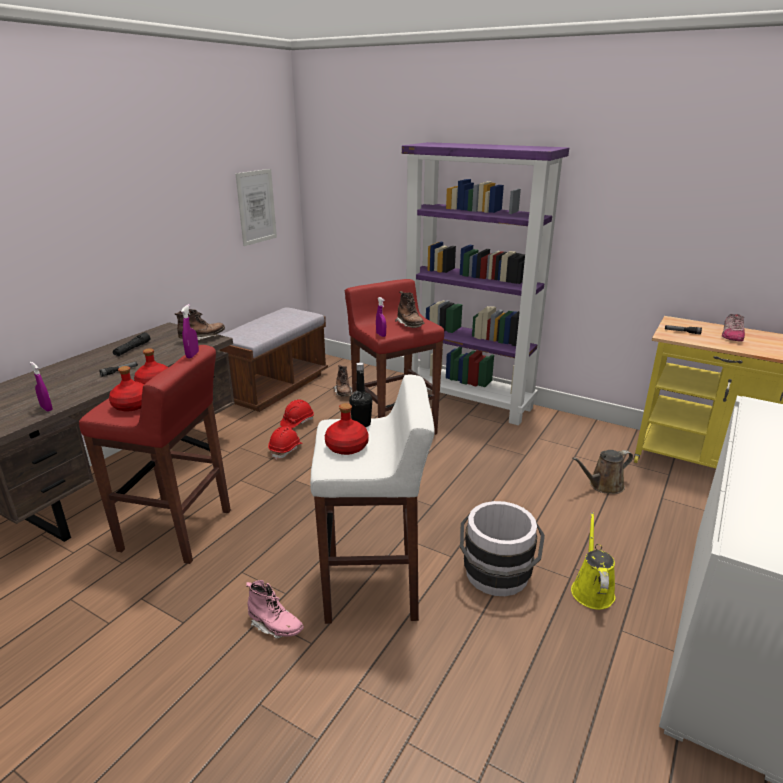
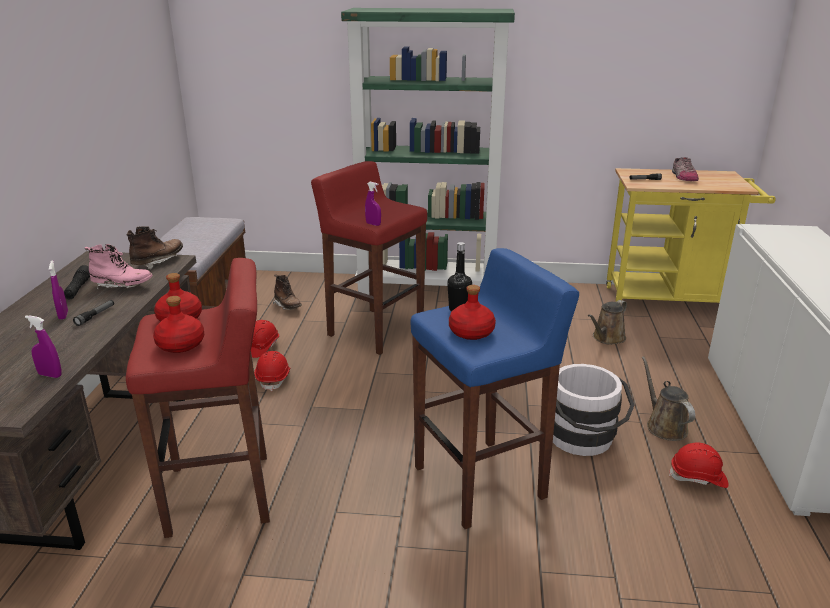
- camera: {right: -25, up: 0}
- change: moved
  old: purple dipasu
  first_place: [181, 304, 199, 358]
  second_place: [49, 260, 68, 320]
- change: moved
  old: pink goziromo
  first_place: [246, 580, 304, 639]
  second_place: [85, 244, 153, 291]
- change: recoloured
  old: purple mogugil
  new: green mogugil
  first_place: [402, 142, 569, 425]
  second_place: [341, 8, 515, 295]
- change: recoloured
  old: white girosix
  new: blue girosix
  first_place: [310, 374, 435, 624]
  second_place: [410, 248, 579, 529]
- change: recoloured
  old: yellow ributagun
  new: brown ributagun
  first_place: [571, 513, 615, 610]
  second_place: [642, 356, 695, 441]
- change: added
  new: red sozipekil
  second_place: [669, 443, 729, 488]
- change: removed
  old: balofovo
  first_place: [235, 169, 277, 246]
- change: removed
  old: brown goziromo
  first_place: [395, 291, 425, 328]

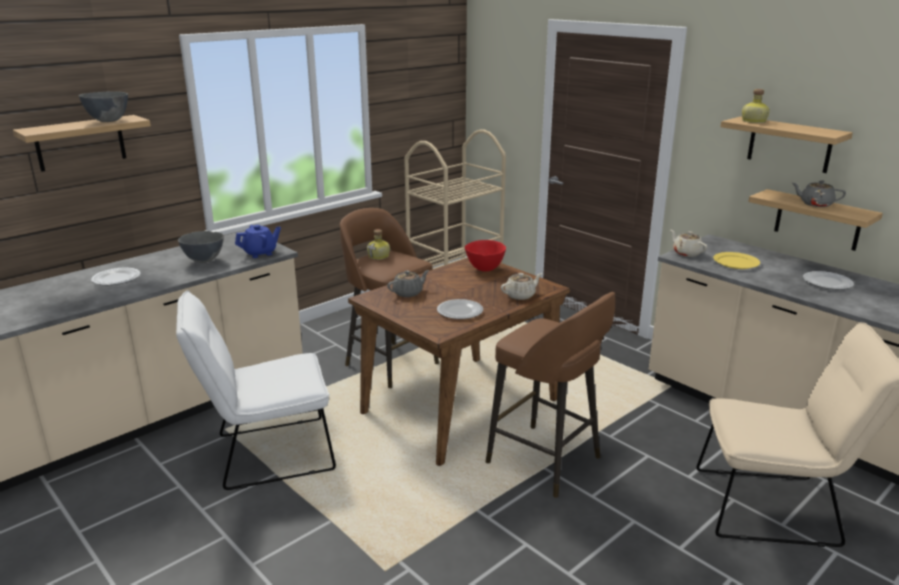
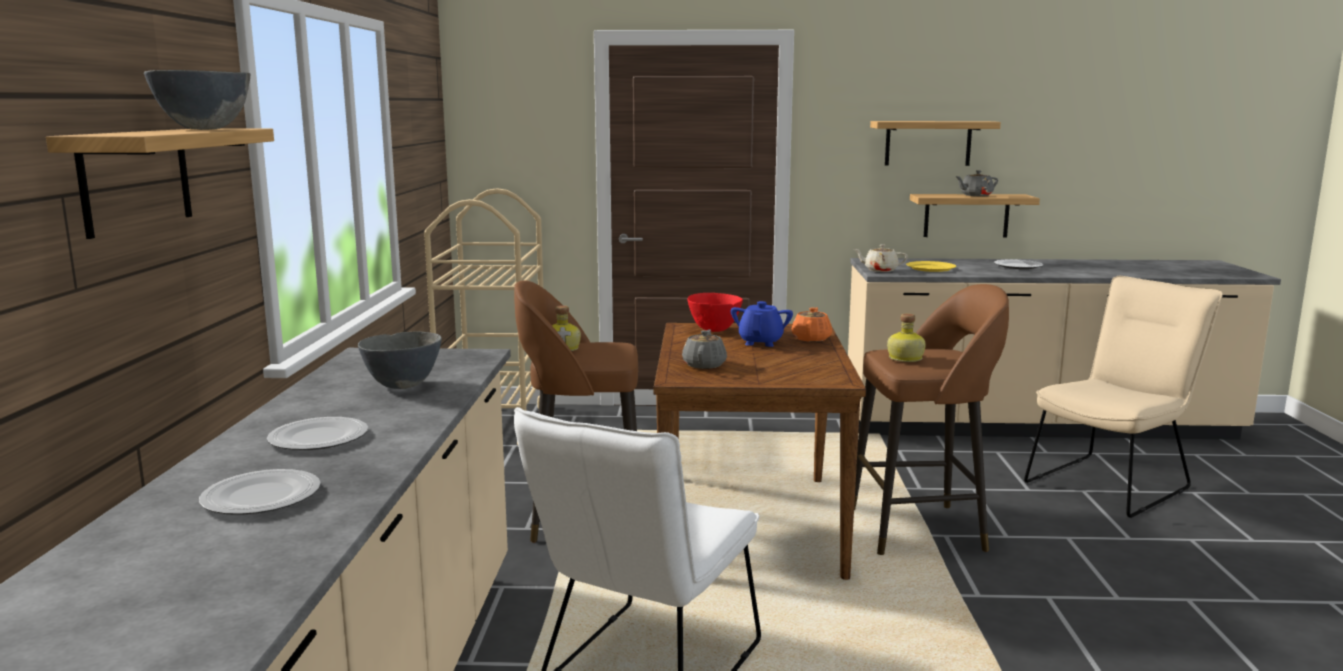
- camera: {right: -45, up: -10}
- change: moved
  old: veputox
  first_place: [437, 299, 483, 319]
  second_place: [199, 469, 321, 515]
- change: moved
  old: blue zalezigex
  first_place: [235, 225, 281, 258]
  second_place: [731, 301, 793, 347]
- change: recoloured
  old: beige zalezigex
  new: orange zalezigex
  first_place: [501, 273, 542, 300]
  second_place: [792, 307, 832, 342]
- change: moved
  old: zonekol
  first_place: [742, 89, 770, 123]
  second_place: [887, 313, 926, 362]

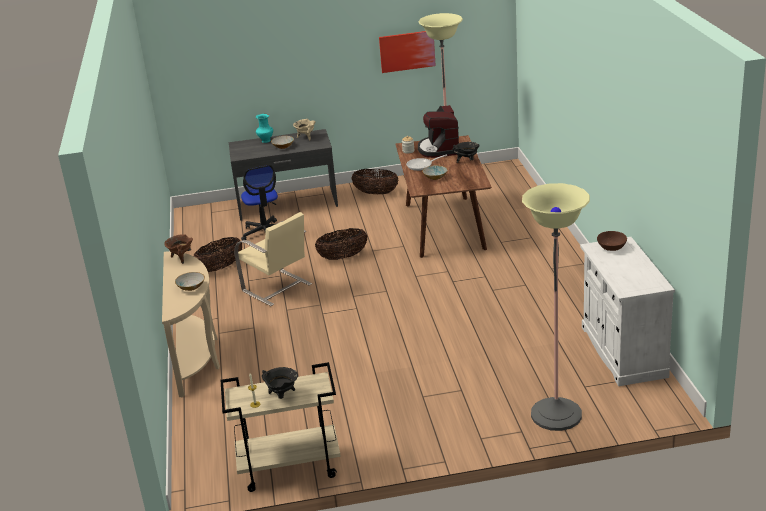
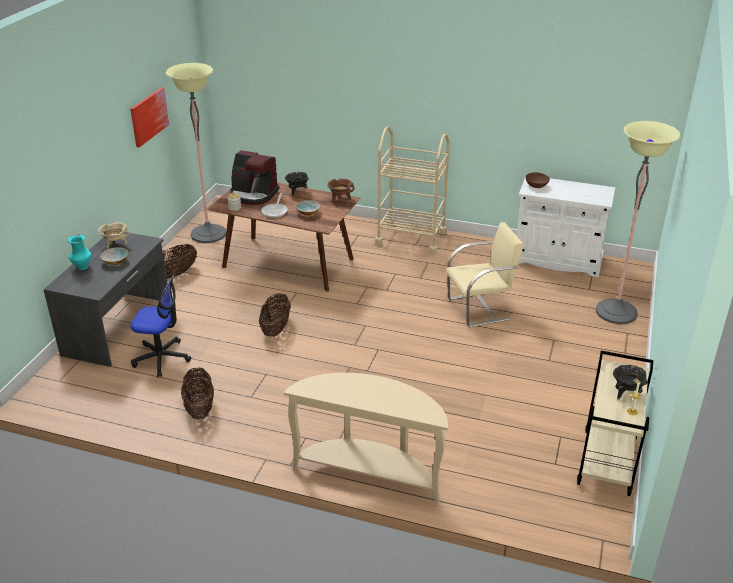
- camera: {right: -65, up: 5}
- change: moved
  old: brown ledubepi
  first_place: [164, 234, 193, 264]
  second_place: [327, 179, 355, 202]
- change: added
  new: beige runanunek
  second_place: [375, 126, 450, 254]
- change: moved
  old: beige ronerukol
  first_place: [234, 212, 312, 306]
  second_place: [446, 222, 524, 327]
- change: removed
  old: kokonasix
  first_place: [175, 272, 205, 291]

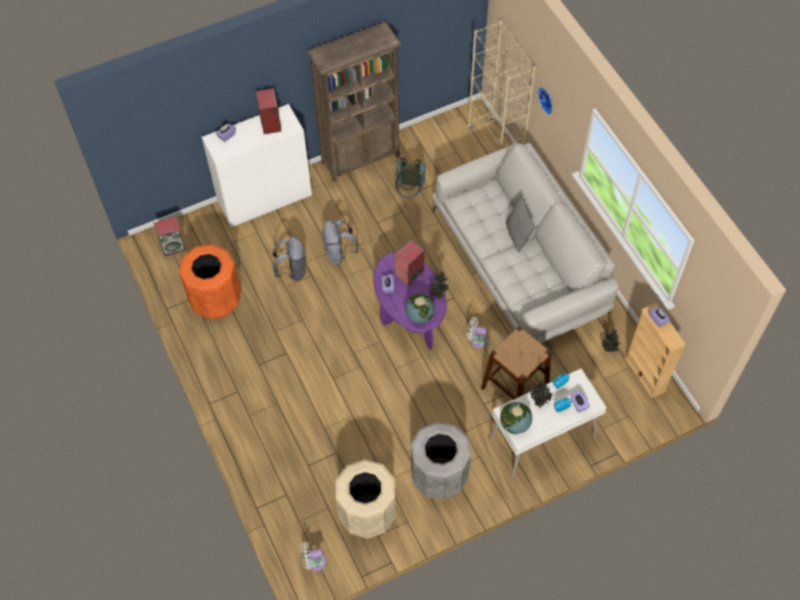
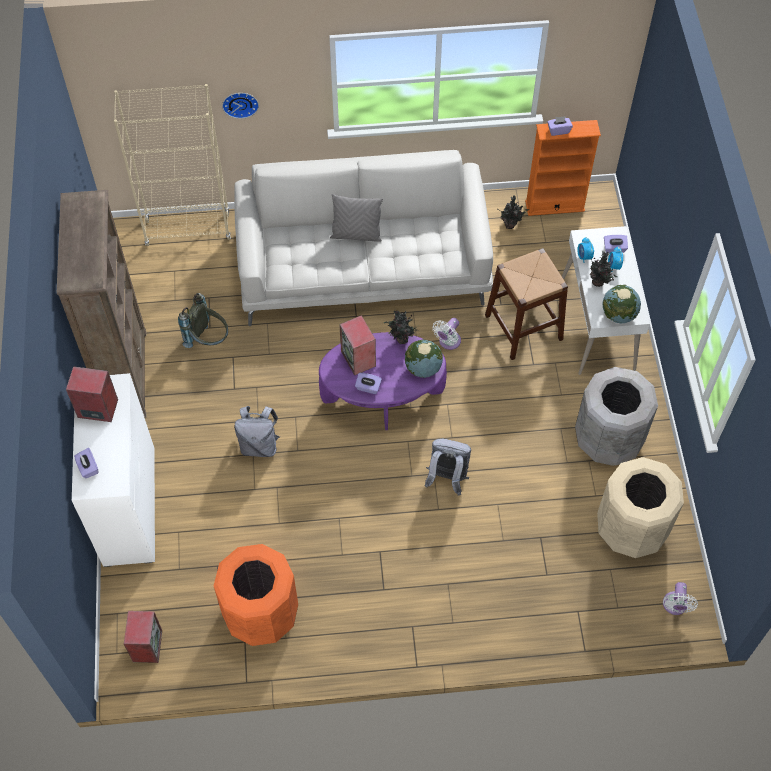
- camera: {right: -70, up: 0}
- change: moved
  old: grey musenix
  first_place: [272, 237, 306, 281]
  second_place: [424, 439, 471, 496]
- change: recoloured
  old: beige mogugil
  new: orange mogugil
  first_place: [625, 302, 686, 398]
  second_place: [525, 120, 601, 216]

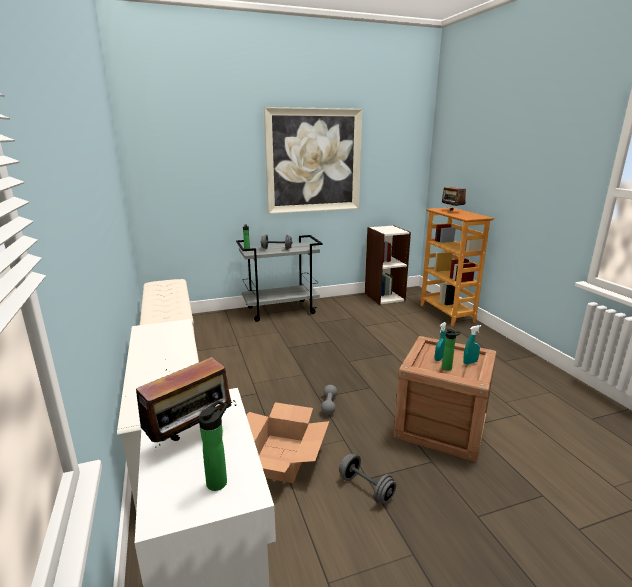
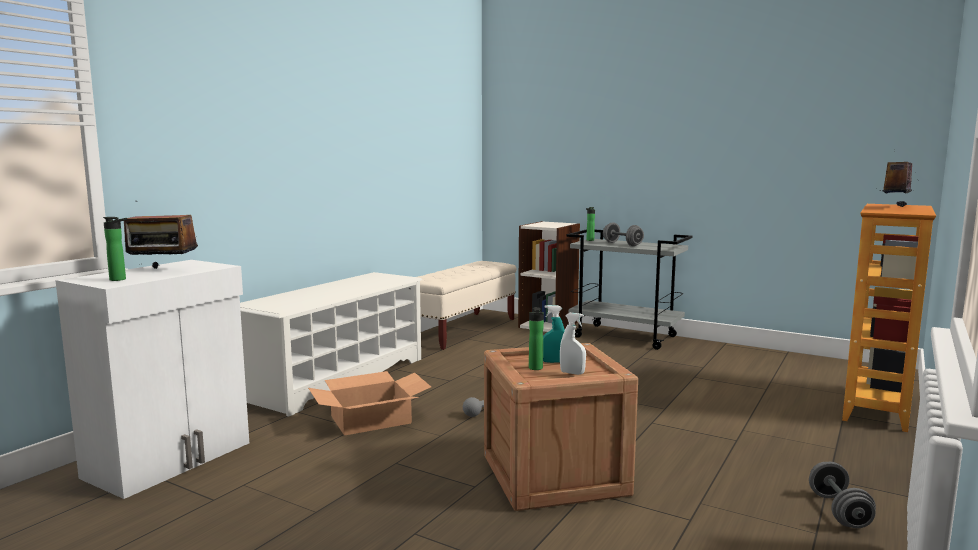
- camera: {right: 50, up: -10}
- change: moved
  old: mogugil
  first_place: [365, 225, 411, 305]
  second_place: [518, 221, 580, 332]
- change: recoloured
  old: turquoise dipasu
  new: white dipasu
  first_place: [463, 325, 481, 364]
  second_place: [560, 313, 586, 375]
- change: moved
  old: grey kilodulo
  first_place: [339, 454, 396, 504]
  second_place: [809, 462, 876, 528]
- change: removed
  old: balofovo
  first_place: [264, 107, 362, 214]

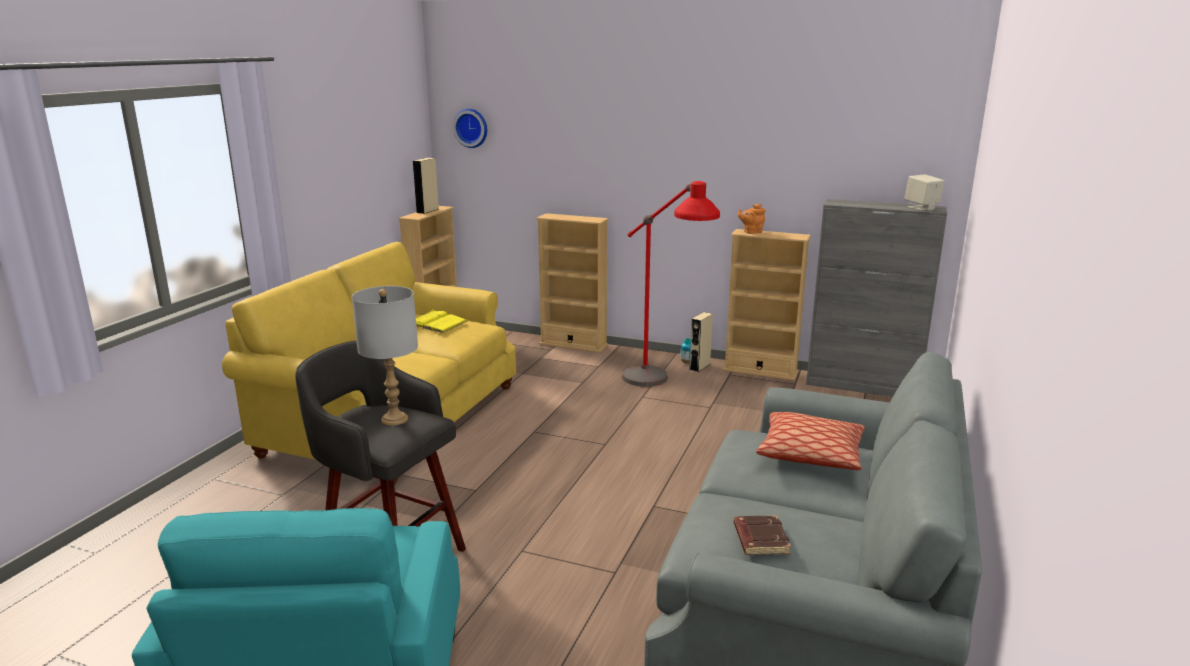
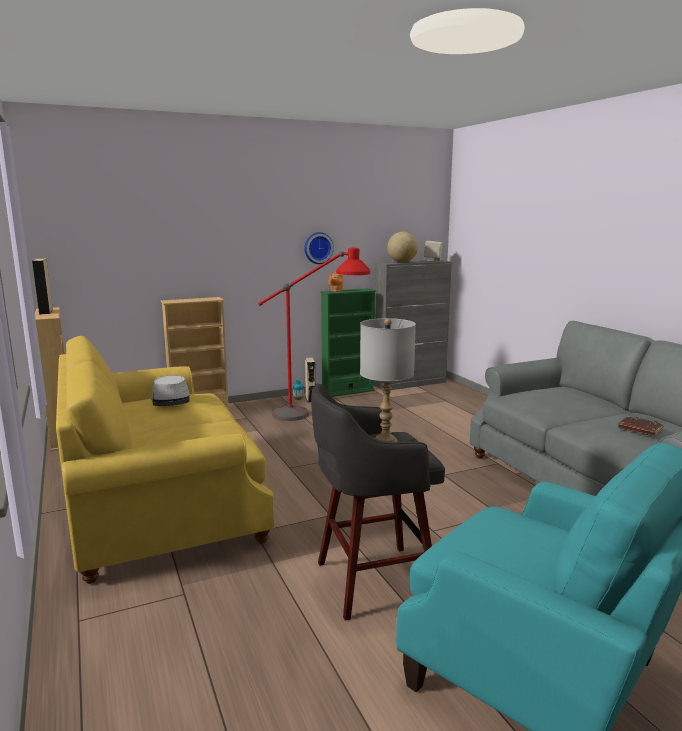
- camera: {right: -45, up: -5}
- change: replaced
  old: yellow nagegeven
  new: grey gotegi
  first_place: [416, 310, 467, 333]
  second_place: [151, 376, 190, 406]
- change: moved
  old: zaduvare
  first_place: [453, 108, 487, 148]
  second_place: [304, 232, 334, 264]
- change: recoloured
  old: beige mogugil
  new: green mogugil
  first_place: [723, 229, 811, 381]
  second_place: [320, 288, 376, 397]
- change: added
  new: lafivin
  second_place: [387, 232, 418, 263]
- change: removed
  old: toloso
  first_place: [756, 412, 865, 470]

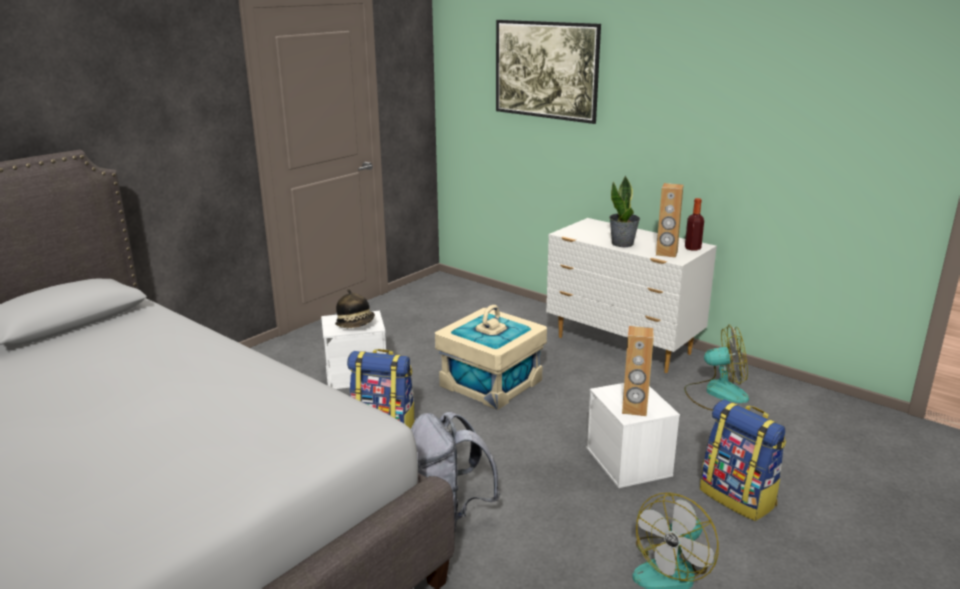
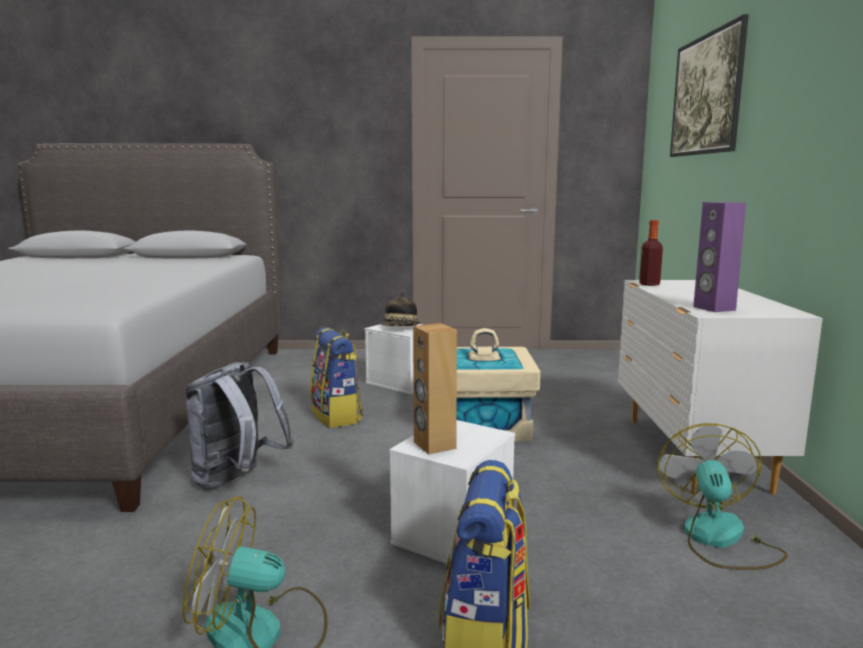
- camera: {right: 50, up: -10}
- change: moved
  old: zonekol
  first_place: [685, 198, 704, 251]
  second_place: [639, 220, 663, 286]
- change: turned
  old: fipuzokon
  first_place: [684, 325, 749, 411]
  second_place: [657, 423, 788, 570]
  degrees: -135
- change: recoloured
  old: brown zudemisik
  new: purple zudemisik
  first_place: [656, 183, 683, 258]
  second_place: [693, 202, 746, 312]
- change: removed
  old: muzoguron
  first_place: [609, 175, 640, 247]

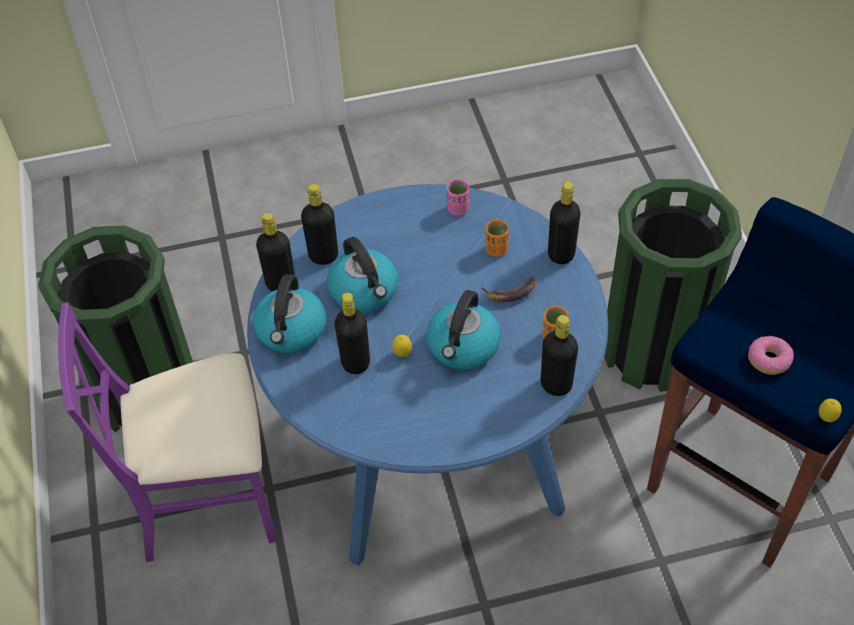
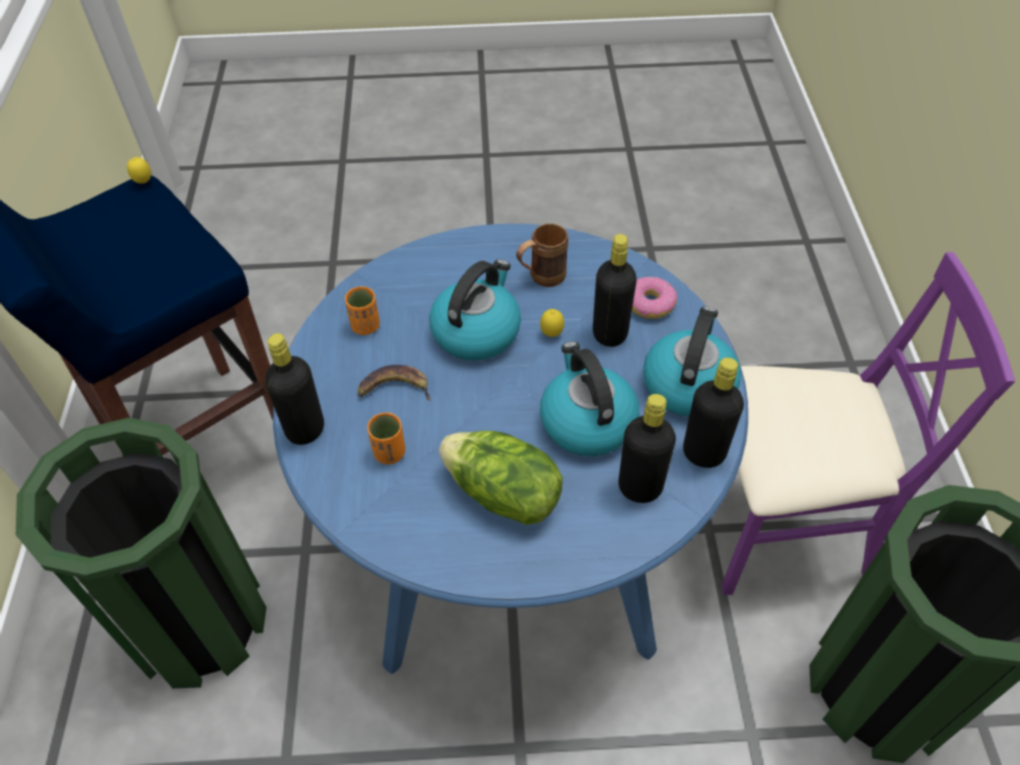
- camera: {right: -170, up: 0}
- change: added
  new: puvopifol
  second_place: [439, 431, 563, 525]
- change: added
  new: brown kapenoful
  second_place: [516, 223, 568, 287]
- change: moved
  old: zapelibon
  first_place: [748, 336, 794, 375]
  second_place: [632, 276, 677, 319]
- change: removed
  old: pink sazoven
  first_place: [447, 179, 469, 216]
- change: removed
  old: black zonekol
  first_place: [541, 315, 578, 396]

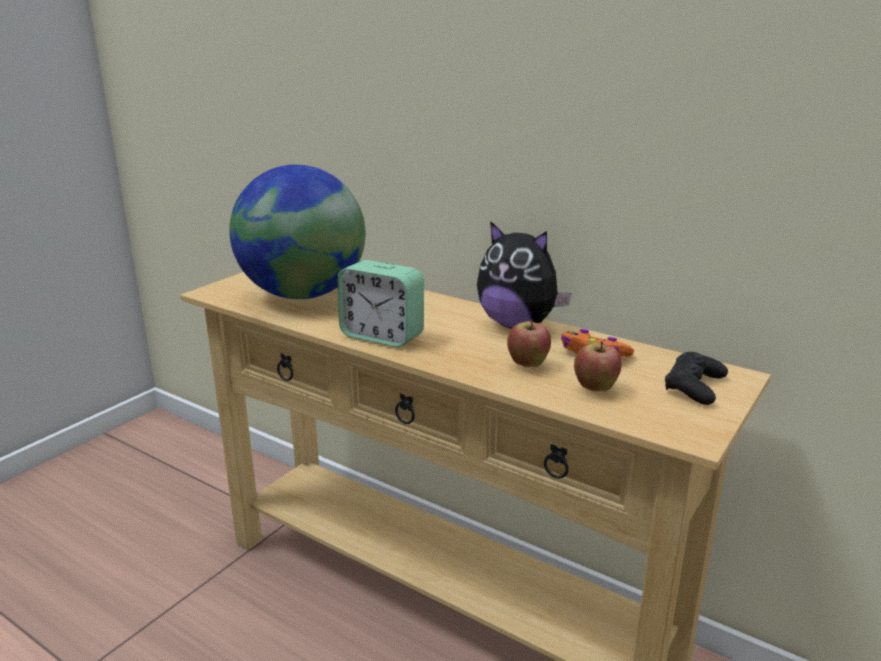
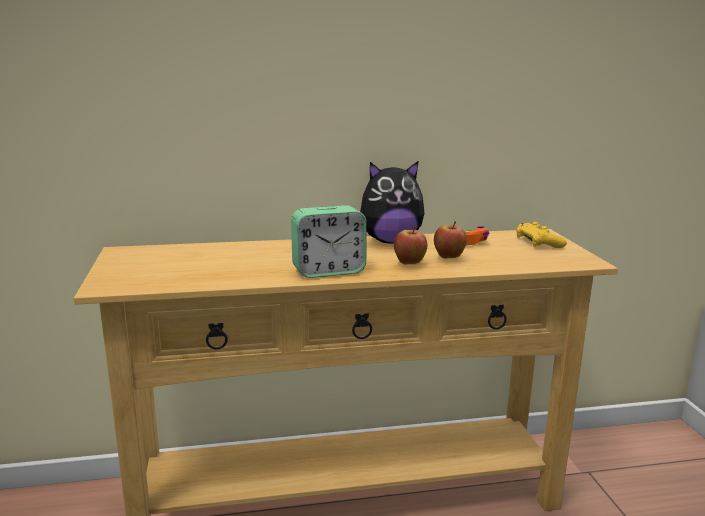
- camera: {right: -45, up: -5}
- change: moved
  old: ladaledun
  first_place: [574, 341, 622, 392]
  second_place: [394, 226, 427, 265]
- change: recoloured
  old: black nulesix
  new: yellow nulesix
  first_place: [665, 352, 728, 405]
  second_place: [516, 222, 567, 248]
- change: removed
  old: lafivin
  first_place: [229, 165, 365, 299]

